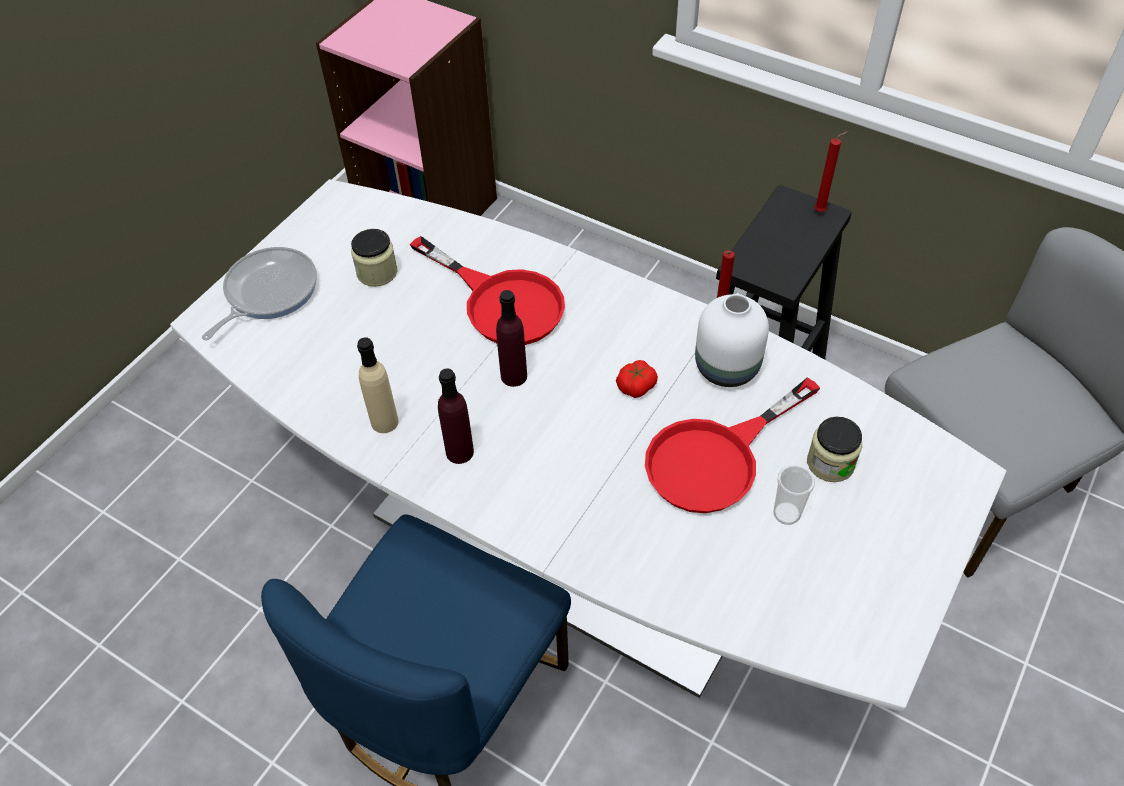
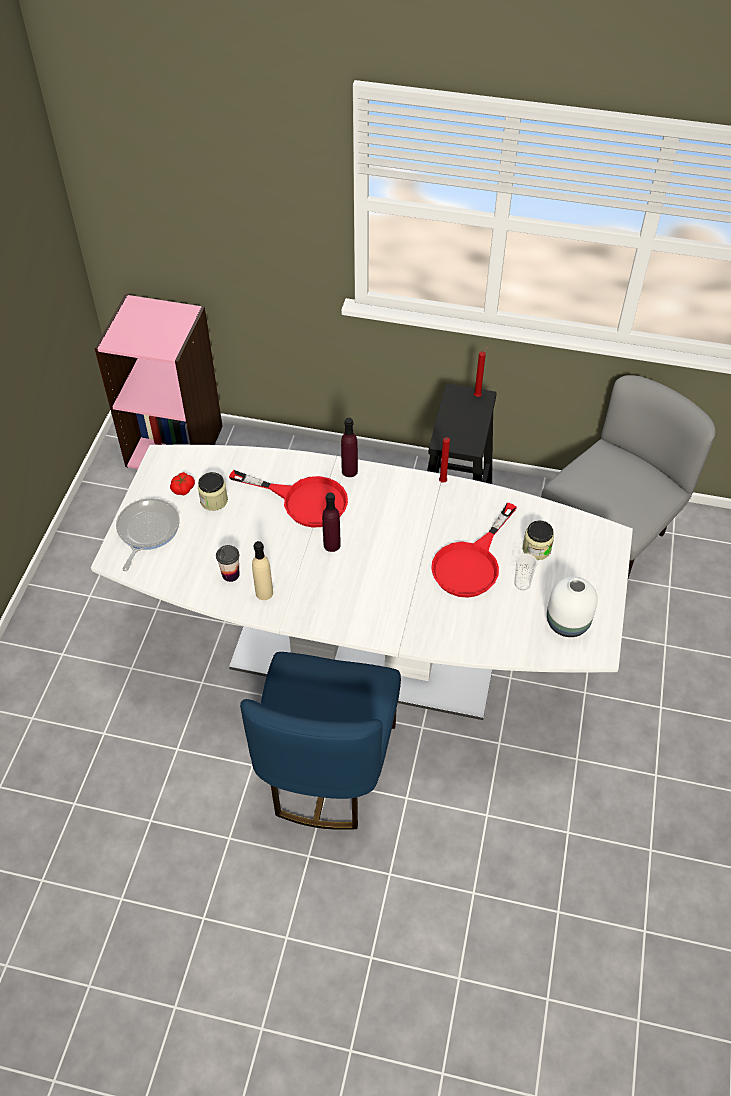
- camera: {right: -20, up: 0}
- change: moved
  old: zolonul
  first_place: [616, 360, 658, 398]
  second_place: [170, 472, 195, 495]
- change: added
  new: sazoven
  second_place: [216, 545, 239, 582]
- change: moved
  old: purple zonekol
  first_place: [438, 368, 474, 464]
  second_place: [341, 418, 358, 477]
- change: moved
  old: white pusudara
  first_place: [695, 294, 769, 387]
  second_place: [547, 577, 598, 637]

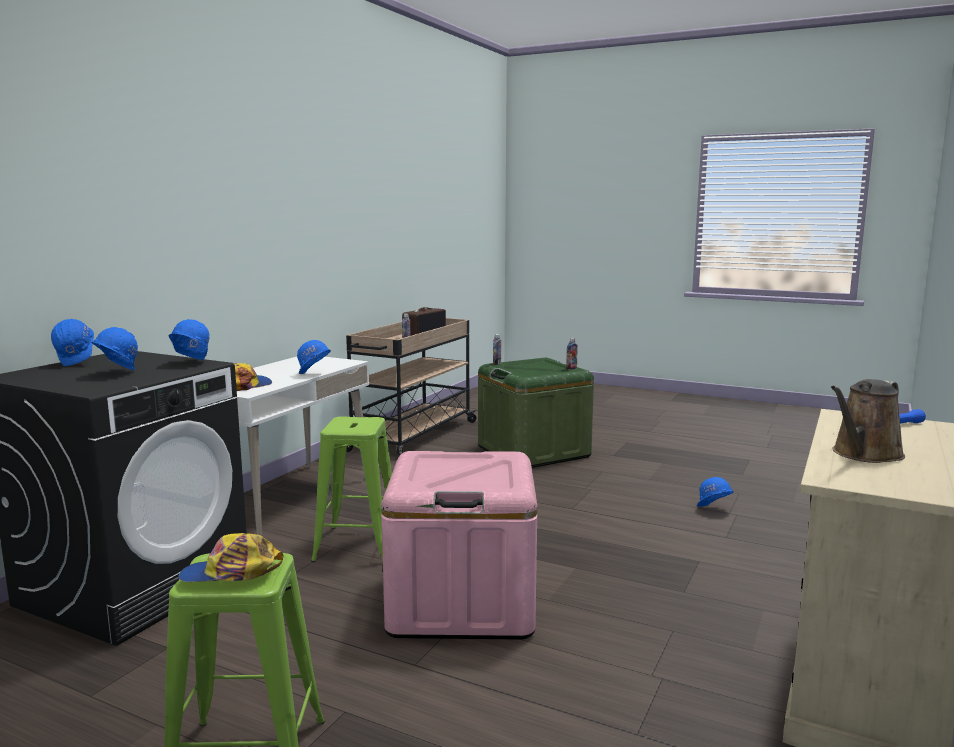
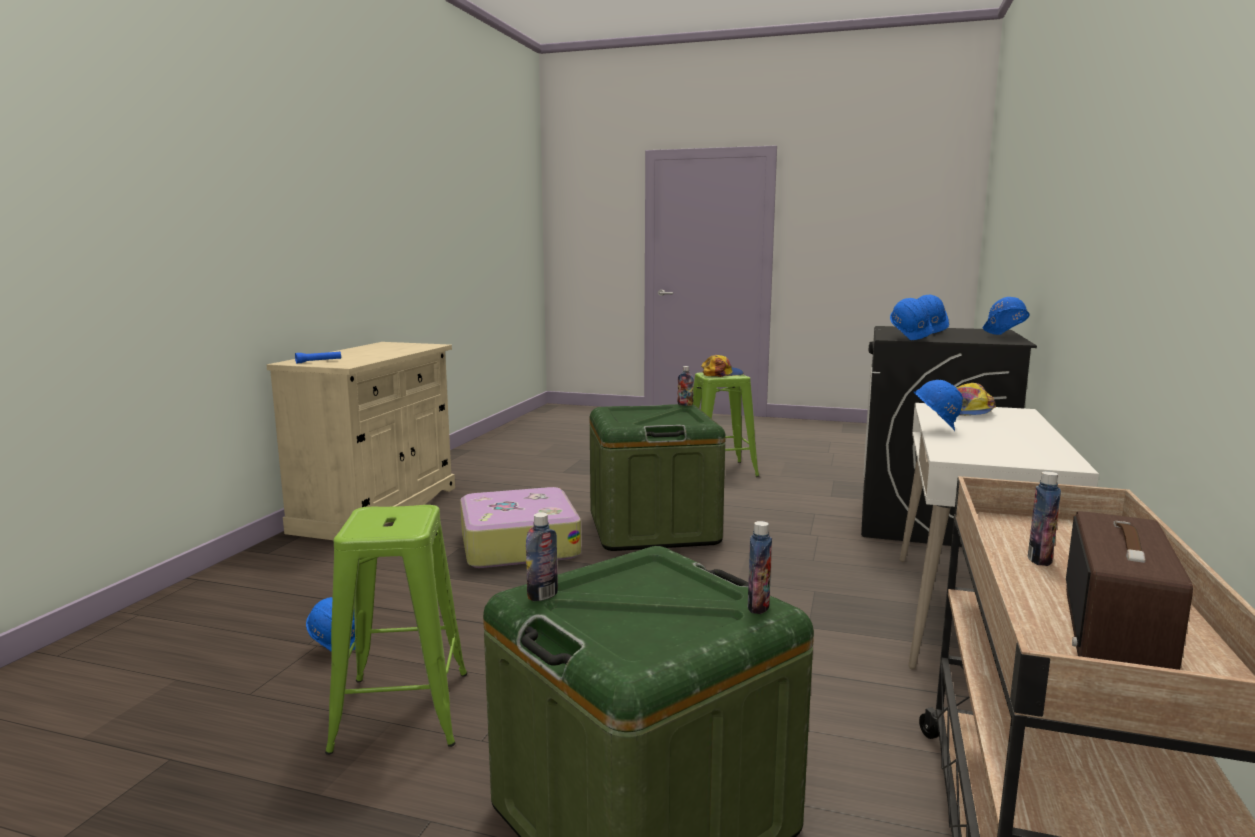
- camera: {right: 170, up: 0}
- change: moved
  old: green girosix
  first_place: [311, 416, 392, 563]
  second_place: [325, 505, 468, 755]
- change: added
  new: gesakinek
  second_place: [460, 487, 581, 568]
- change: recoloured
  old: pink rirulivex
  new: green rirulivex
  first_place: [381, 451, 538, 639]
  second_place: [590, 404, 726, 551]
- change: added
  new: zonekol
  second_place: [677, 366, 694, 406]
- change: removed
  old: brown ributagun
  first_place: [831, 379, 905, 463]

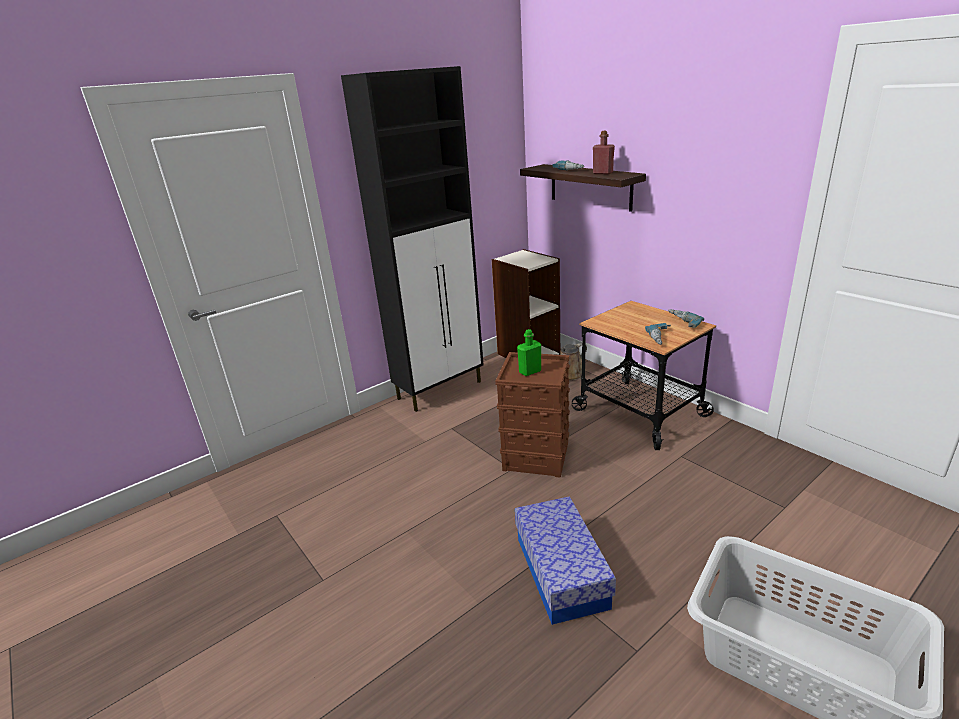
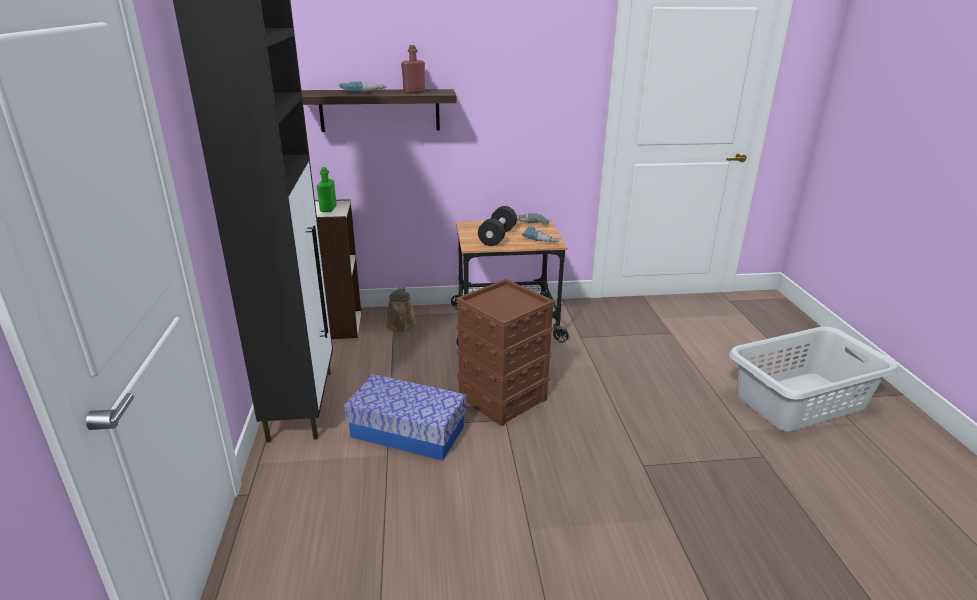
- camera: {right: -60, up: 0}
- change: moved
  old: green zonekol
  first_place: [517, 329, 541, 376]
  second_place: [317, 167, 337, 212]
- change: moved
  old: rirulivex
  first_place: [515, 496, 616, 625]
  second_place: [344, 374, 466, 461]
- change: added
  new: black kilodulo
  second_place: [478, 206, 517, 246]

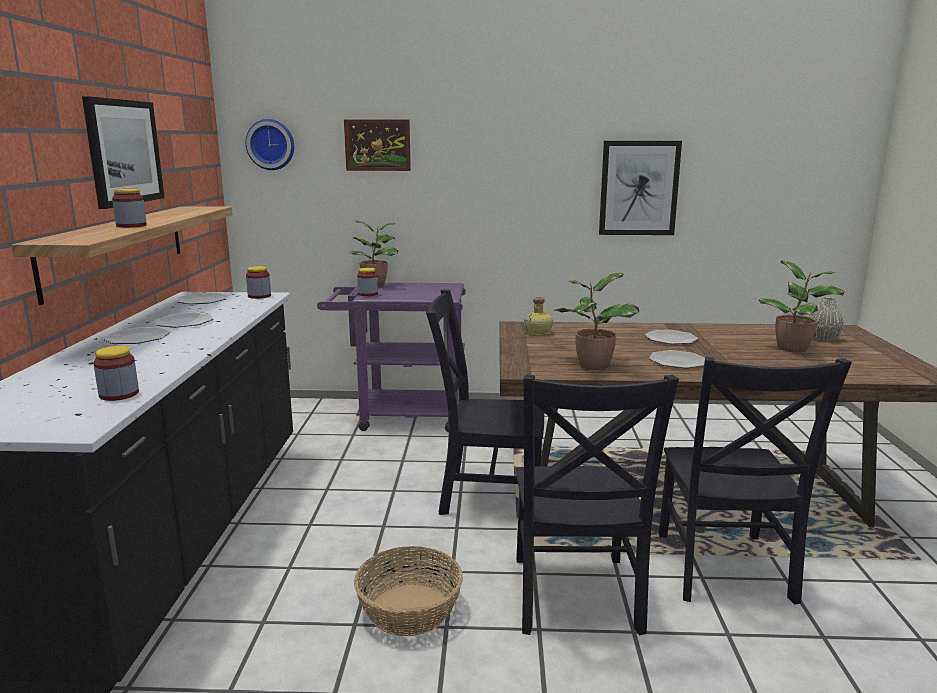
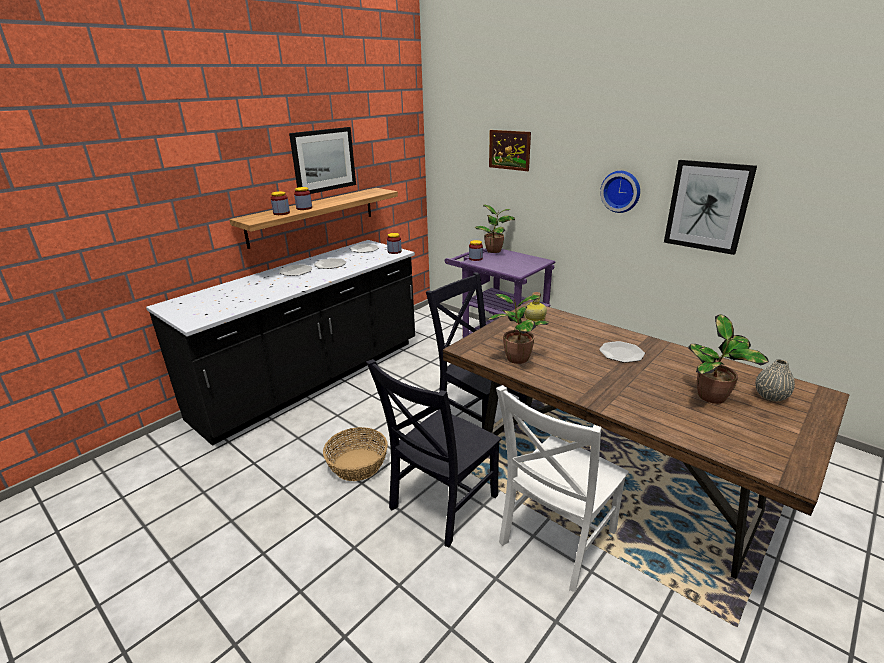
- camera: {right: 40, up: 10}
- change: moved
  old: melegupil
  first_place: [93, 346, 139, 401]
  second_place: [271, 191, 290, 215]
- change: recoloured
  old: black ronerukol
  new: white ronerukol
  first_place: [658, 357, 852, 605]
  second_place: [496, 385, 629, 592]
- change: moved
  old: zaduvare
  first_place: [245, 119, 294, 170]
  second_place: [600, 171, 640, 213]
- change: removed
  old: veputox
  first_place: [649, 350, 705, 368]

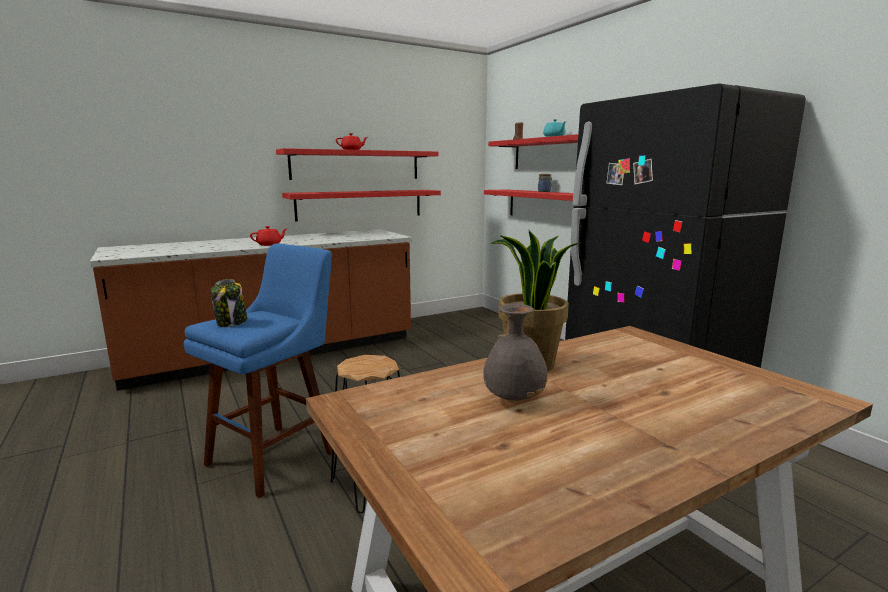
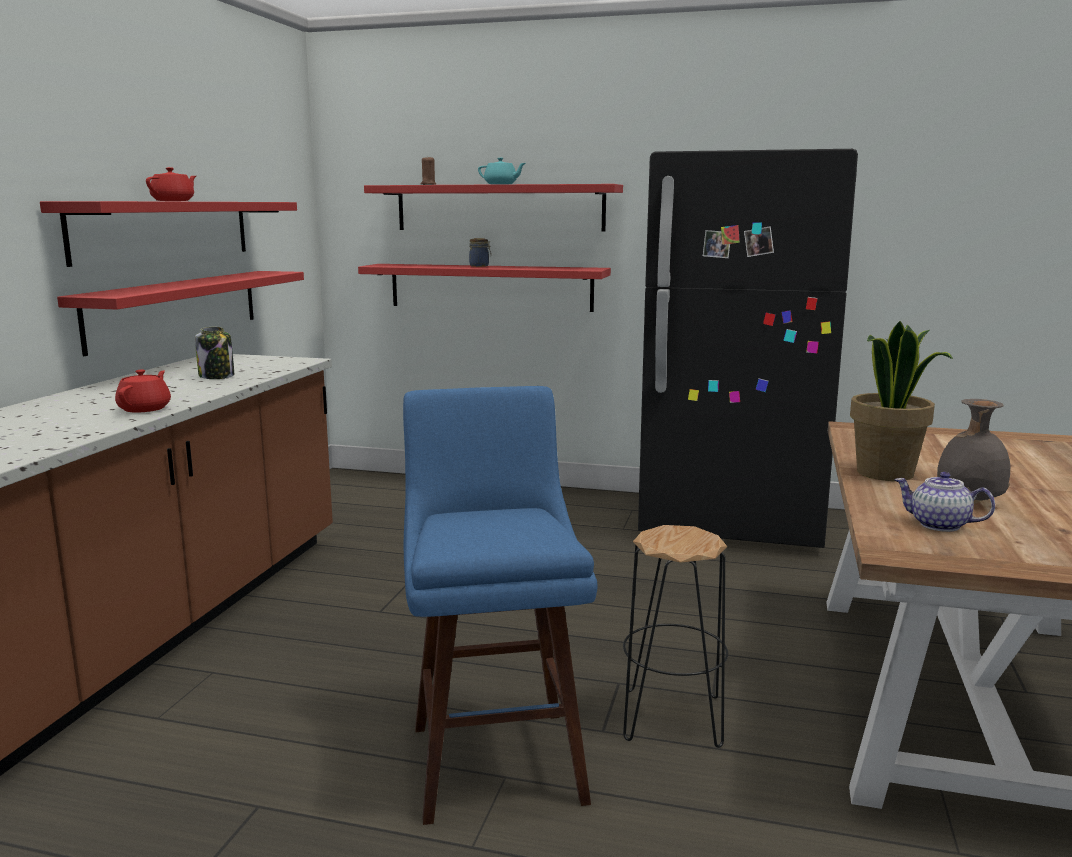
- camera: {right: -45, up: 0}
- change: moved
  old: melegupil
  first_place: [211, 279, 247, 327]
  second_place: [195, 327, 234, 379]
- change: added
  new: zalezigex
  second_place: [894, 472, 995, 532]

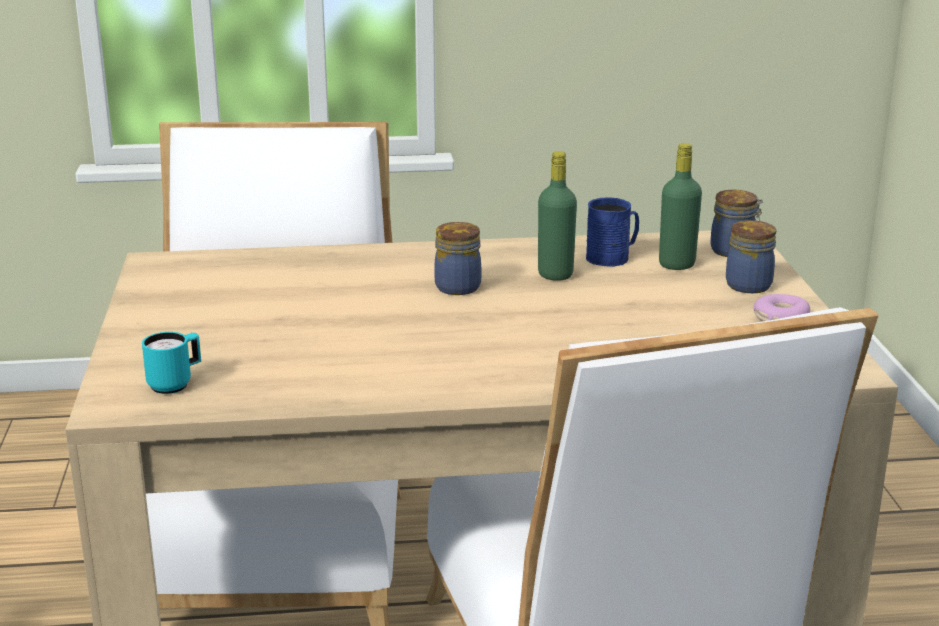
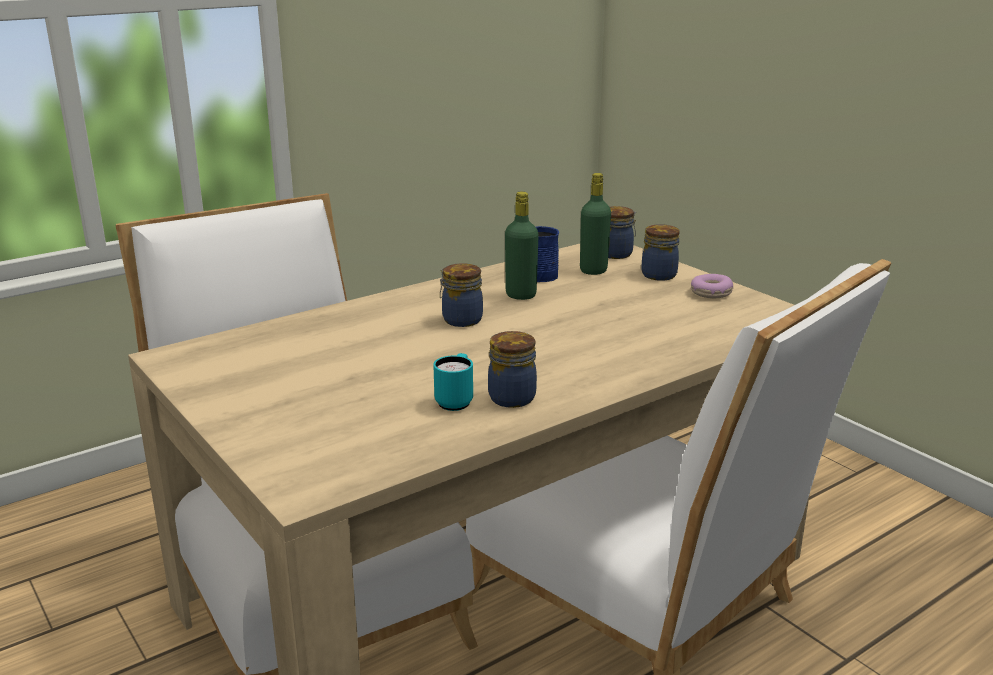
- camera: {right: -30, up: 0}
- change: moved
  old: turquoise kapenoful
  first_place: [142, 332, 201, 394]
  second_place: [433, 353, 473, 411]
- change: added
  new: melegupil
  second_place: [488, 331, 537, 408]

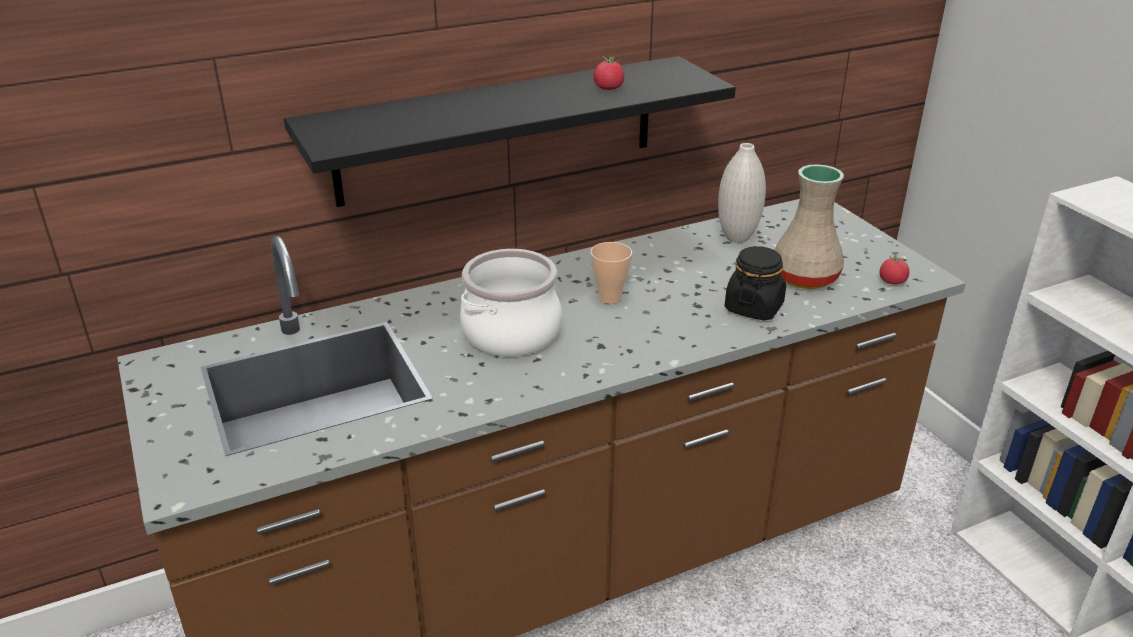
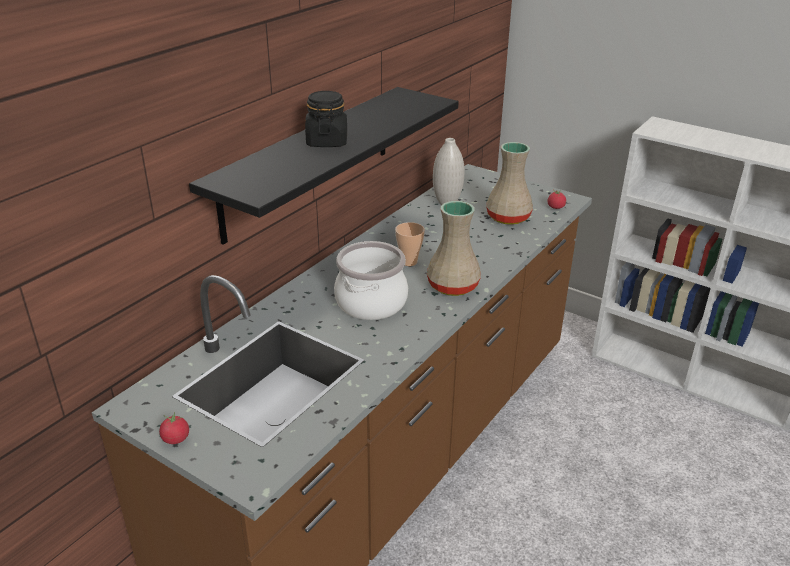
- camera: {right: -30, up: 0}
- change: moved
  old: zolonul
  first_place: [593, 55, 624, 90]
  second_place: [159, 412, 189, 444]
- change: moved
  old: black melegupil
  first_place: [725, 246, 786, 321]
  second_place: [305, 91, 347, 147]
- change: added
  new: beige pusudara
  second_place: [427, 201, 481, 296]

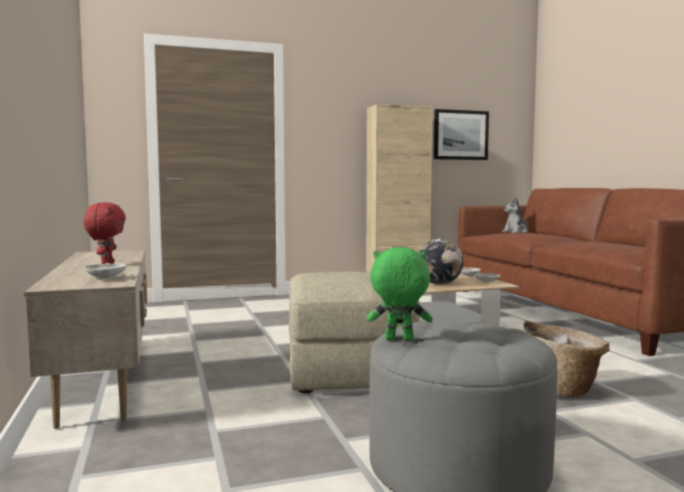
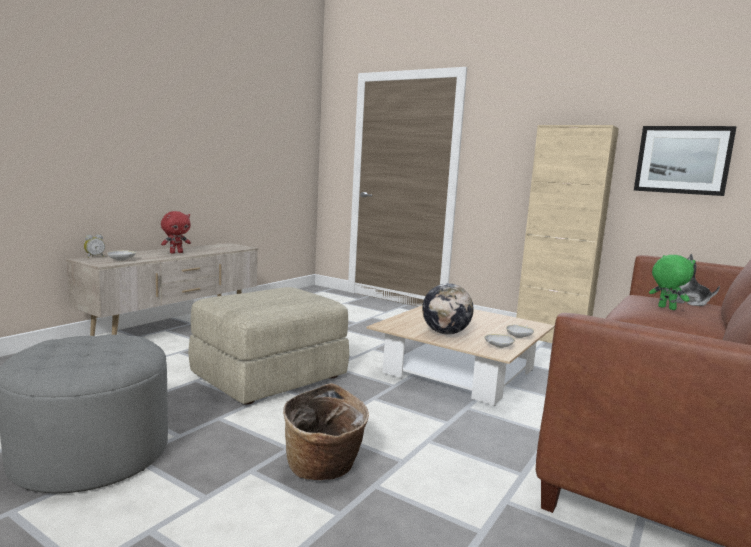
- camera: {right: 50, up: 5}
- change: added
  new: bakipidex
  second_place: [84, 234, 105, 258]
- change: moved
  old: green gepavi
  first_place: [367, 247, 433, 341]
  second_place: [649, 255, 695, 310]

